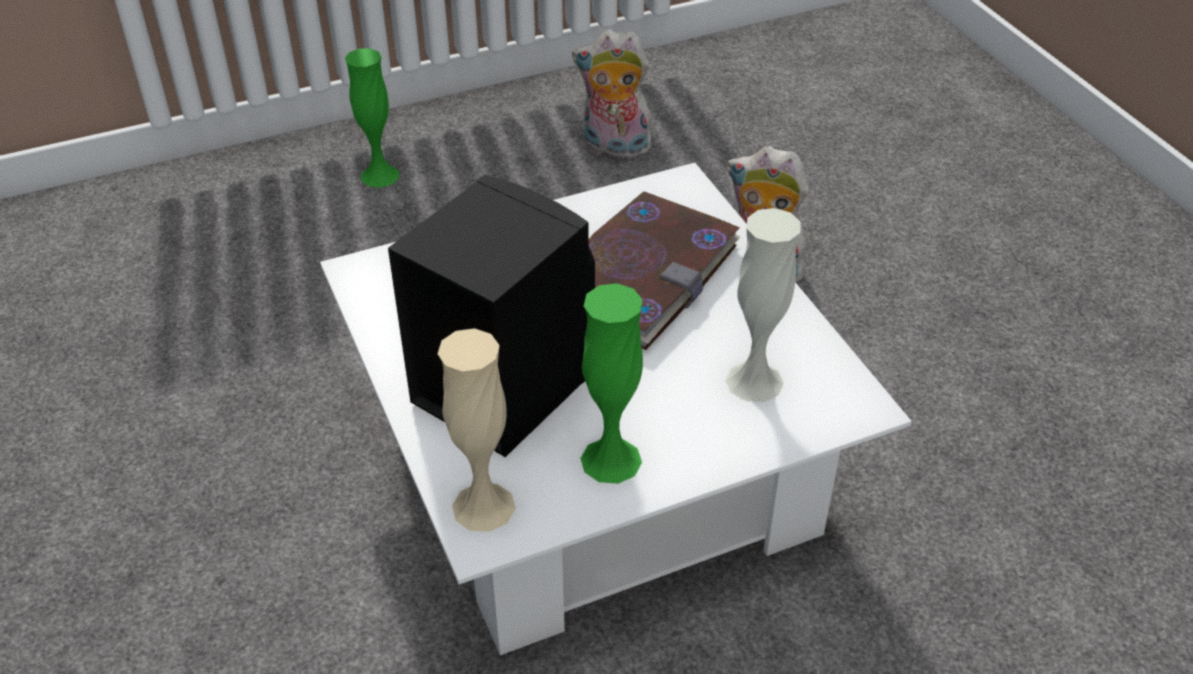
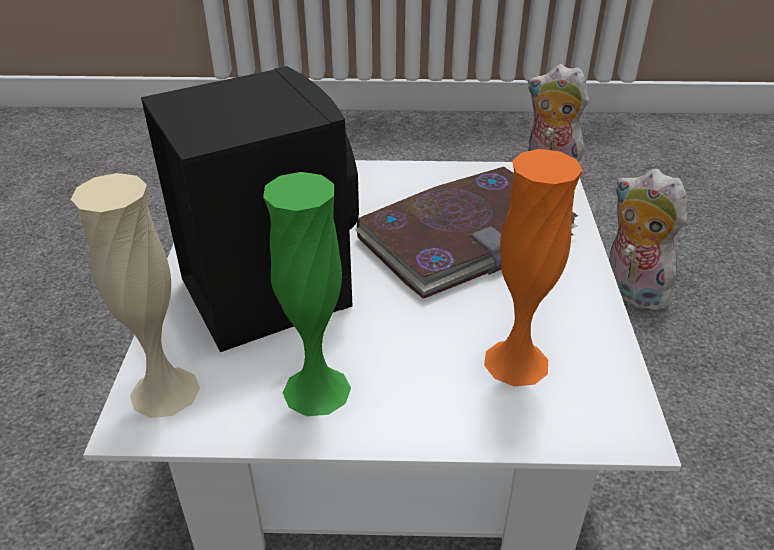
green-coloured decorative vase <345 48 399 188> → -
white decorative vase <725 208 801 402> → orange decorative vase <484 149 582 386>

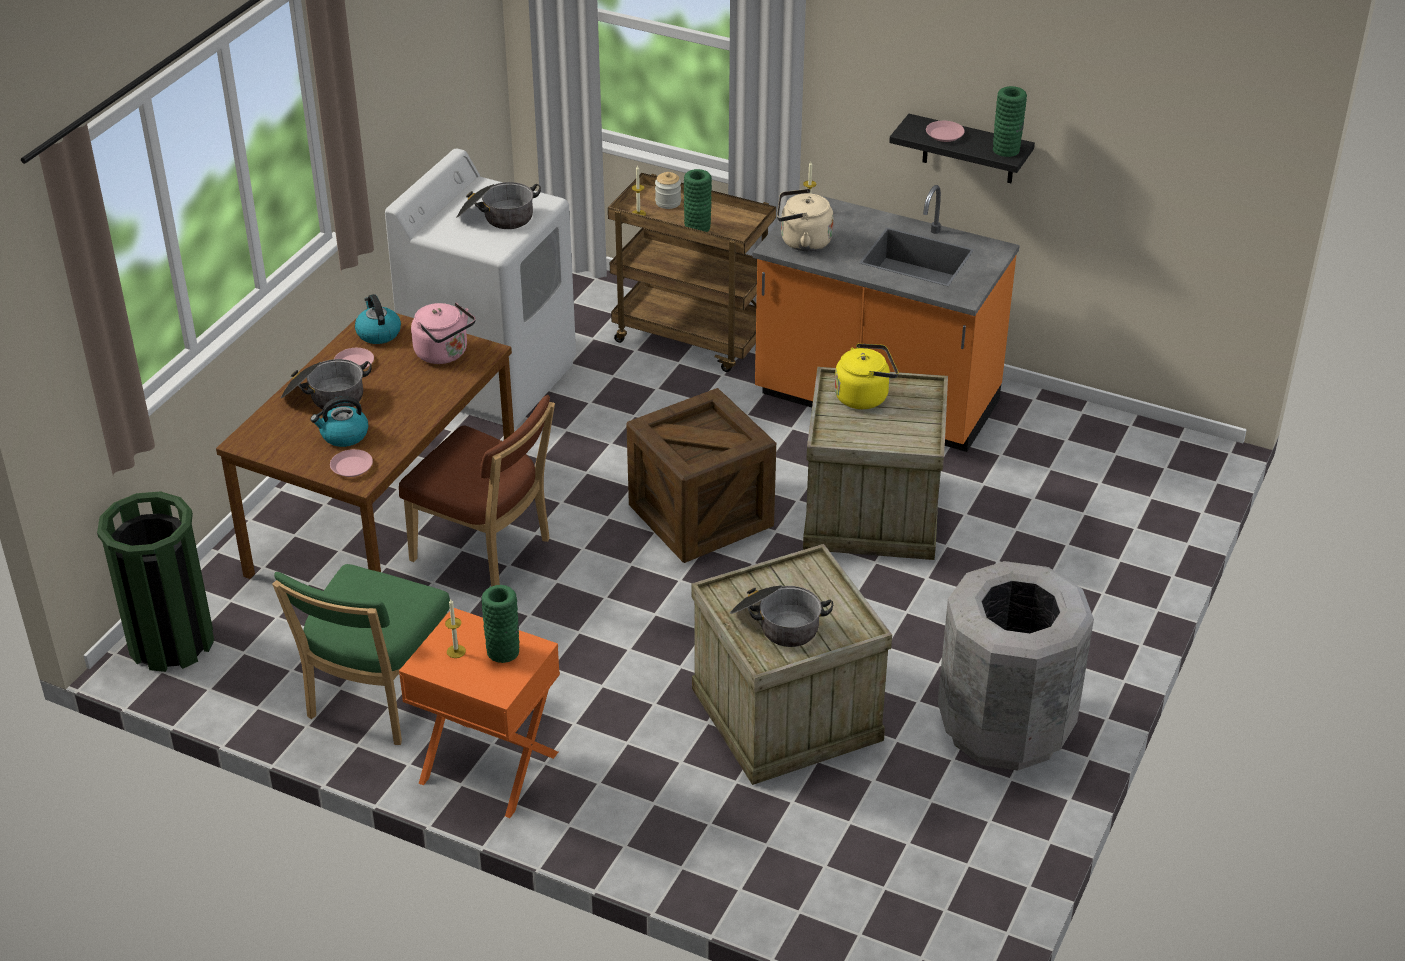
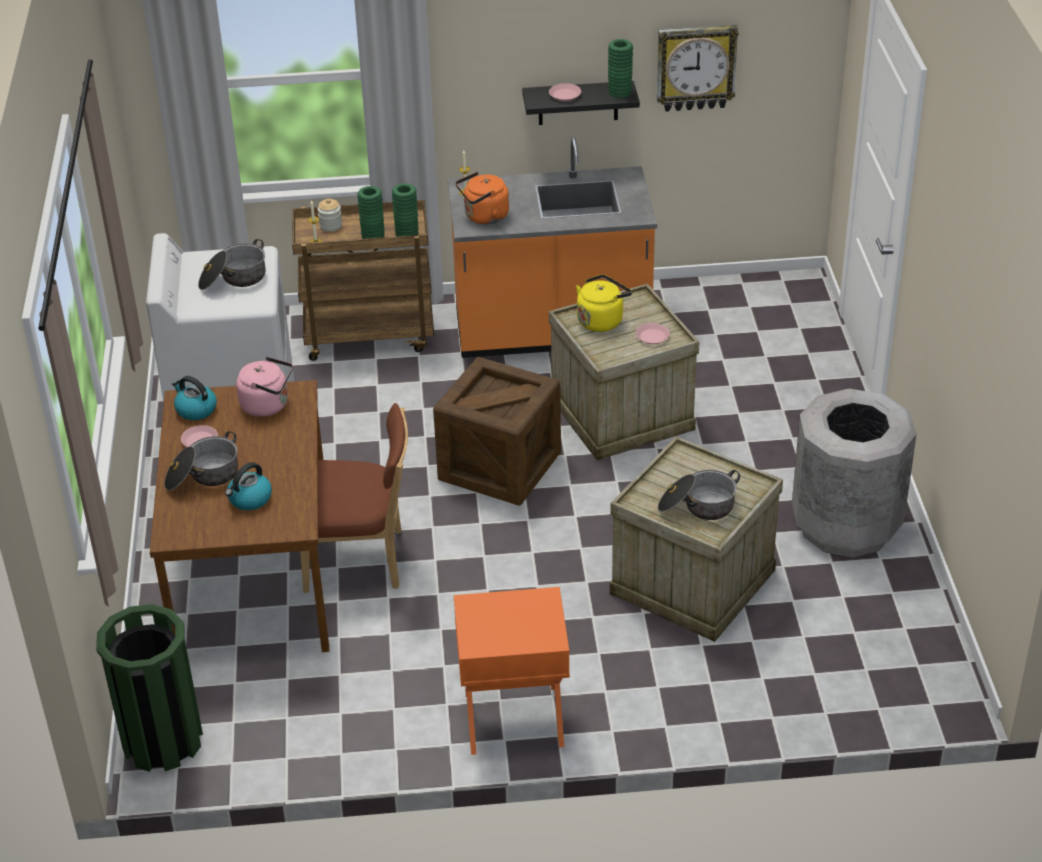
green-coloured upright chair <272 564 450 745> → -
wax light <445 599 466 658> → -
- → clock on the wall <657 25 739 112>
pinkish dinner plate <330 449 373 477> → pinkish dinner plate <636 323 670 344>, relocated
green-coloured decorative vase <481 585 520 663> → green-coloured decorative vase <392 183 418 236>, relocated
beige-coloured kettle <777 189 834 251> → orange kettle <456 172 509 224>

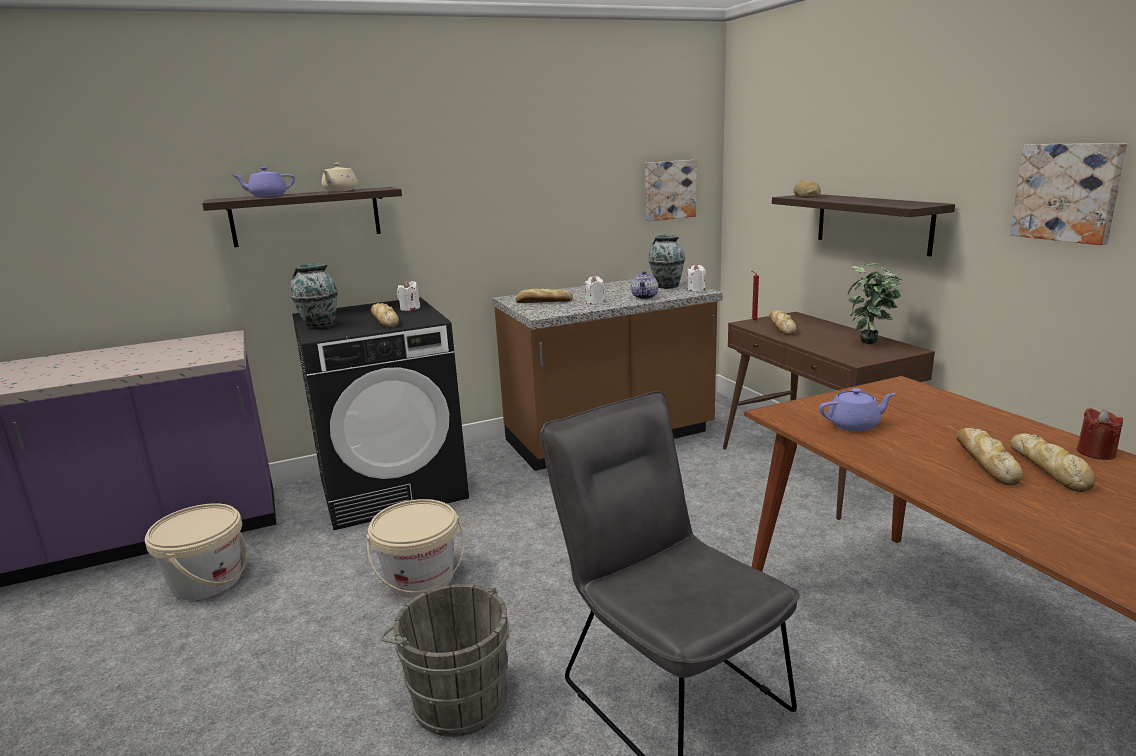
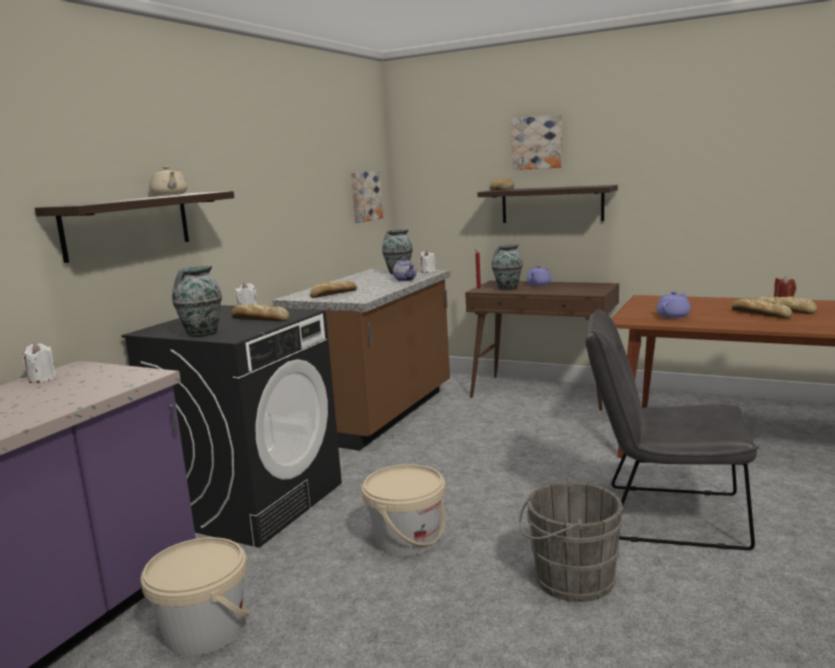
plant in a pot <848 263 902 344> → -
purplish tea pot <232 167 295 197> → purplish tea pot <526 265 552 286>, relocated
white wax light <585 276 604 304> → white wax light <22 343 57 383>, relocated
picture <1010 143 1127 245> → picture <511 114 562 170>, relocated
baked bread <769 310 797 335> → decorative vase <492 245 523 290>

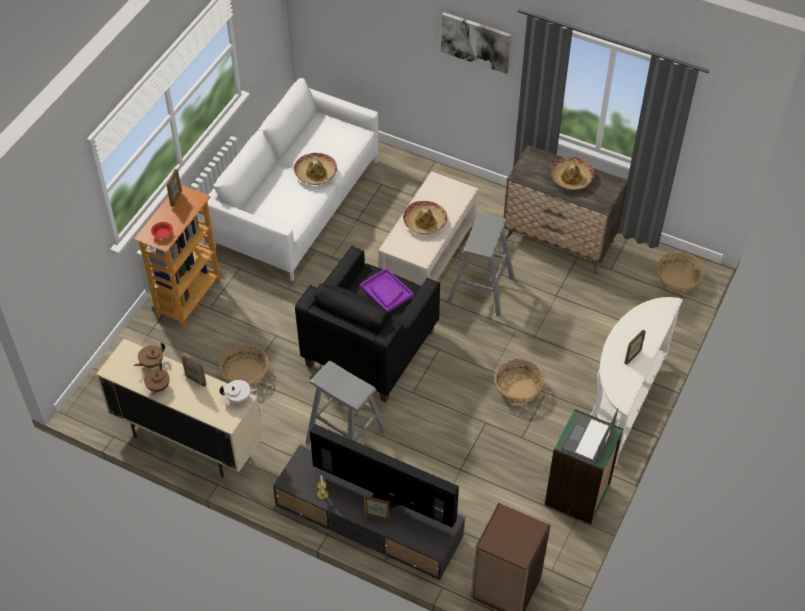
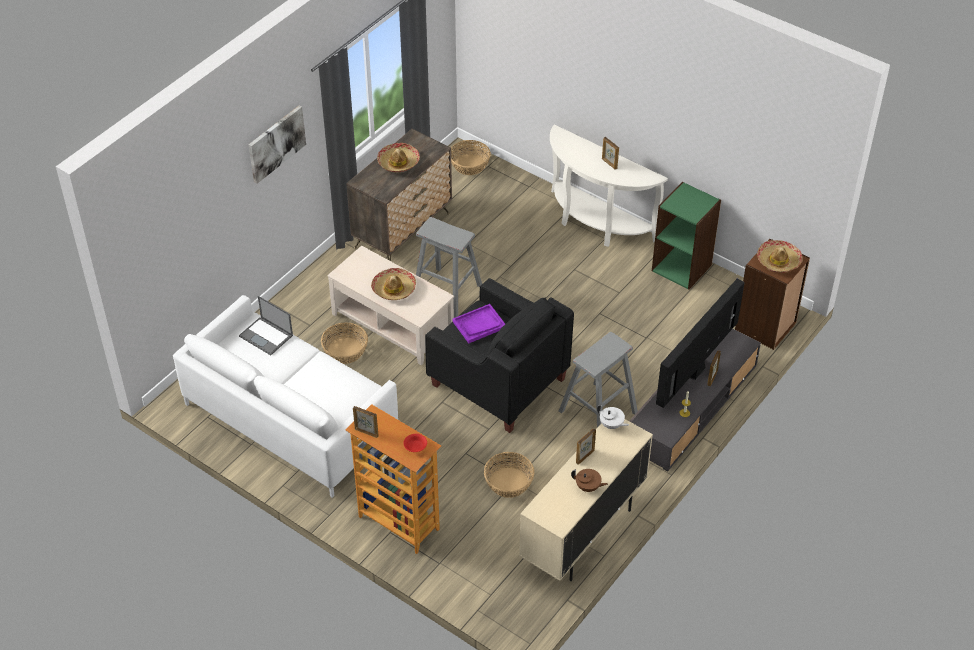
brown-coloured tea pot <134 343 165 368> → -
clothing hat <294 153 337 185> → clothing hat <757 240 803 273>, relocated
basket <495 359 544 404> → basket <321 322 368 364>, relocated
notebook computer <561 408 618 464> → notebook computer <239 296 293 355>, relocated
white tea pot <220 380 258 403> → white tea pot <597 405 629 429>, 120 degrees clockwise

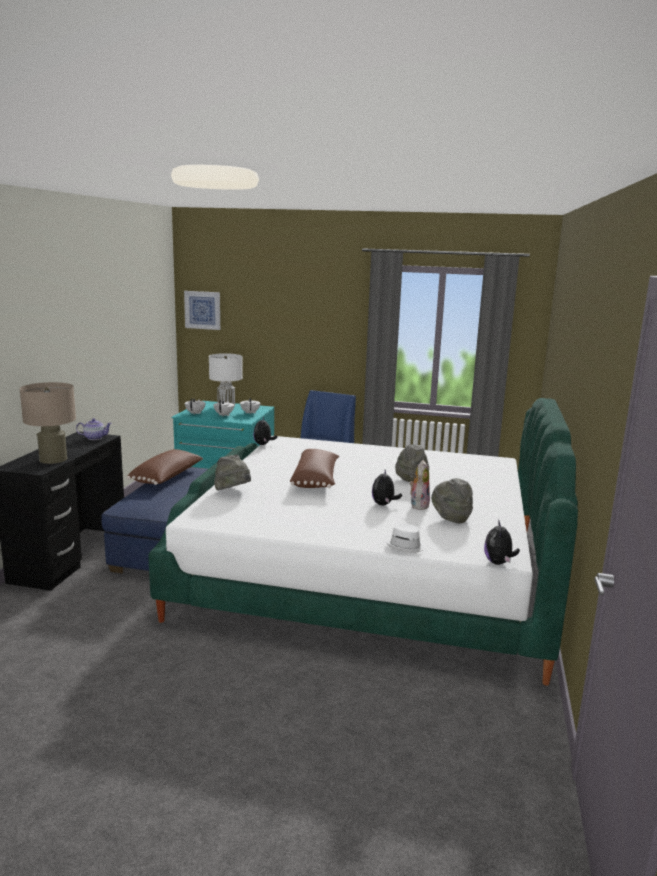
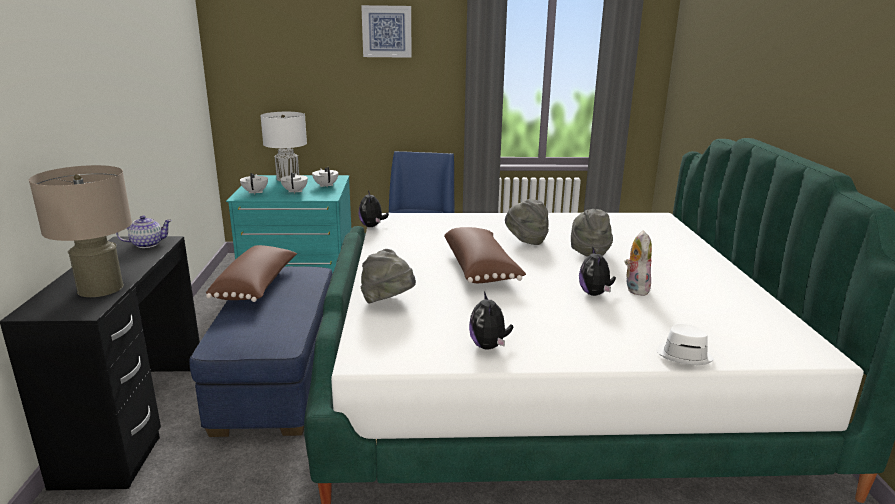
picture <184 291 220 330> → picture <361 5 412 58>, relocated
greyish clothing hat <431 478 473 523> → greyish clothing hat <505 199 549 245>, relocated
plush toy <484 519 520 565> → plush toy <469 291 513 350>, relocated

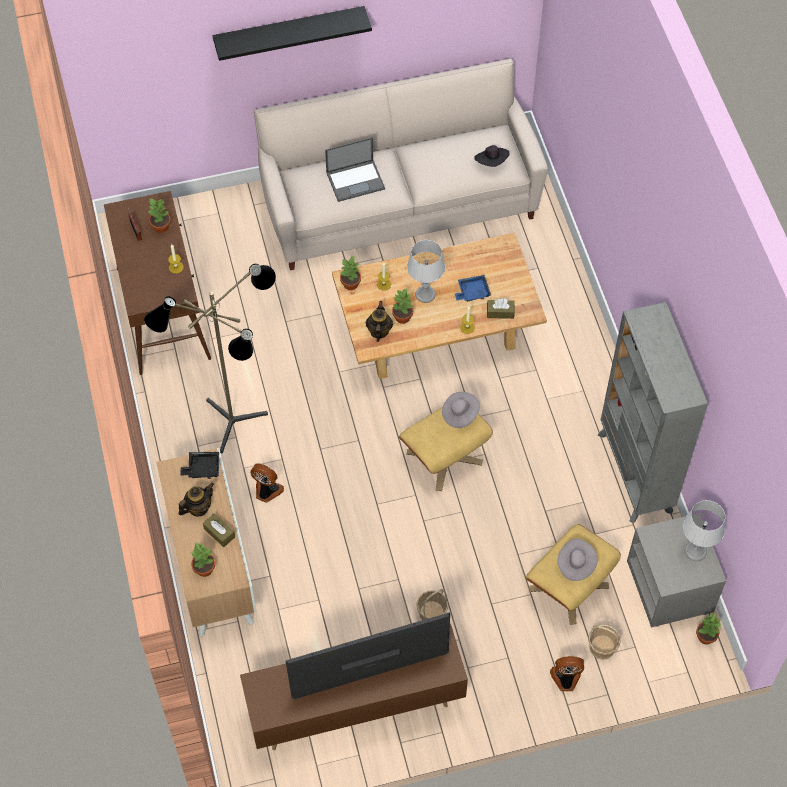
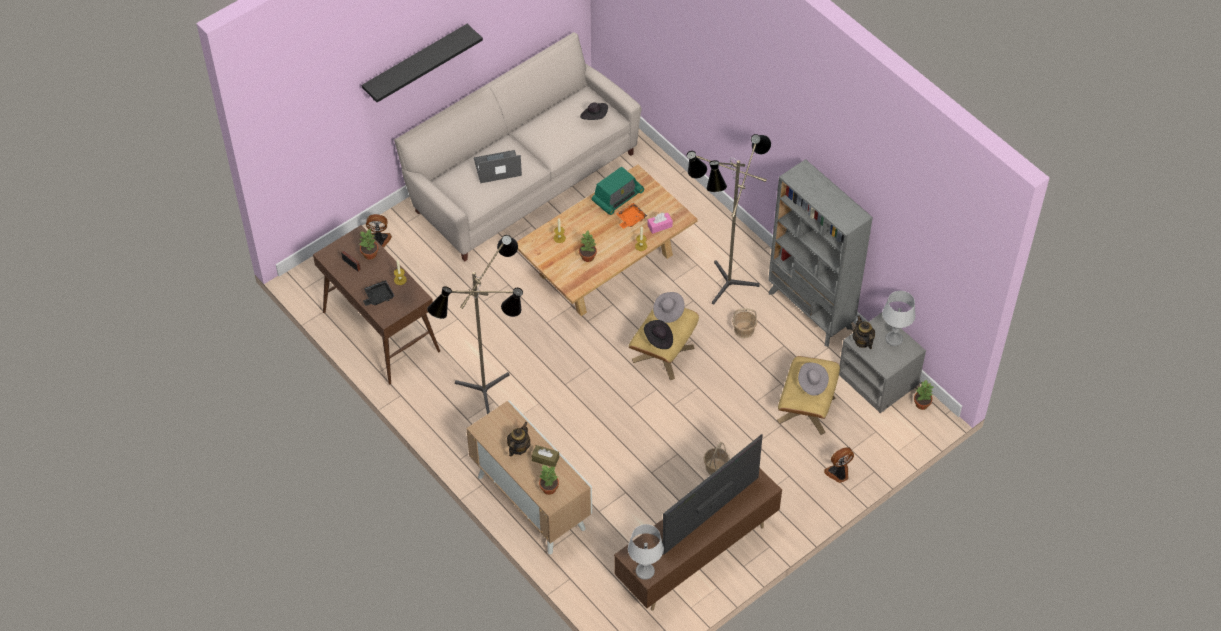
plant in a pot <340 256 361 290> → -
- → radio receiver <591 166 644 215>
- → black-coloured clothing hat <644 320 673 349>
- → standard lamp <686 134 771 305>
black-coloured carrying tray <180 452 219 479> → black-coloured carrying tray <363 280 395 306>, relocated
electric fan <250 463 284 503> → electric fan <366 214 392 248>, relocated
tea pot <365 301 393 342> → tea pot <852 315 875 349>, relocated
greyish table lamp <407 240 445 303> → greyish table lamp <628 524 664 580>, relocated
basket <588 625 621 660> → basket <732 308 758 338>, relocated
blue carrying tray <455 275 491 302> → orange carrying tray <616 203 647 229>
brown-coloured tissue box <487 298 515 319> → pinkish tissue box <647 213 673 234>
notebook computer <325 137 385 202> → notebook computer <474 150 522 183>, 150 degrees counterclockwise

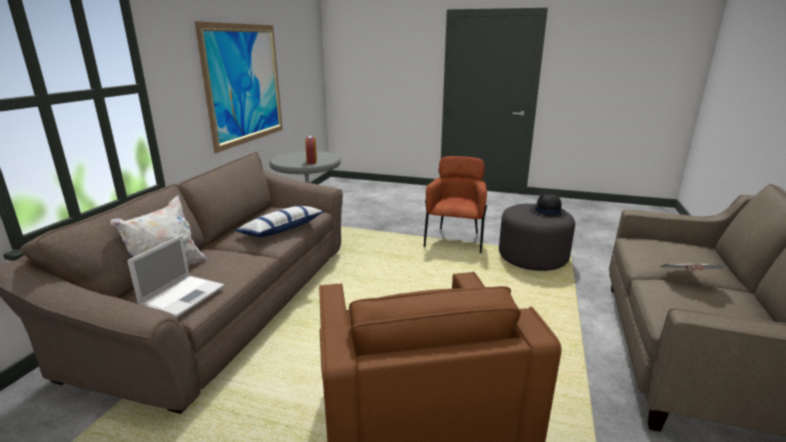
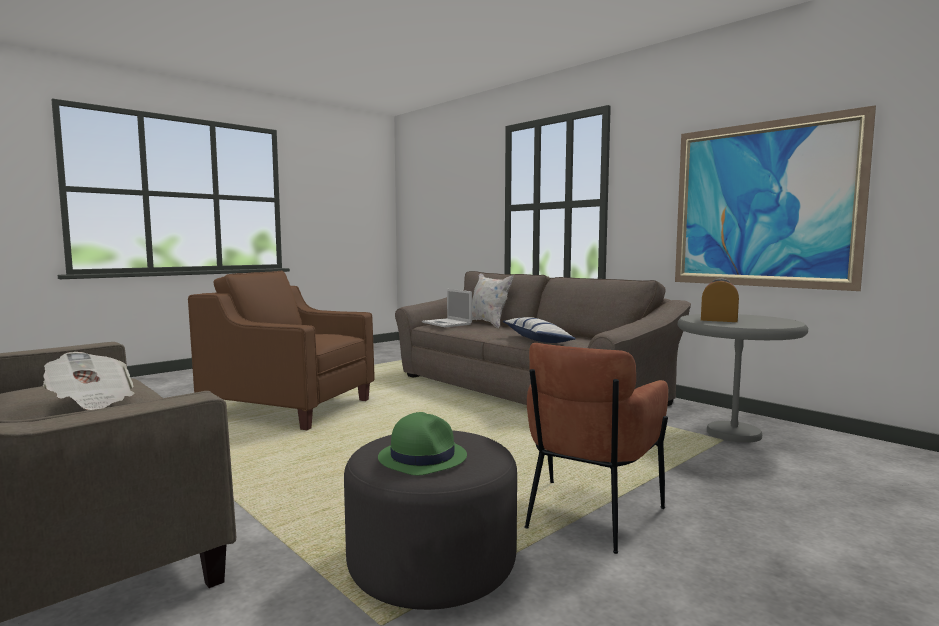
black-coloured clothing hat <530 194 566 217> → green-coloured clothing hat <378 412 467 476>
brown-coloured armchair <423 156 487 253> → brown-coloured armchair <524 343 668 554>, 75 degrees clockwise

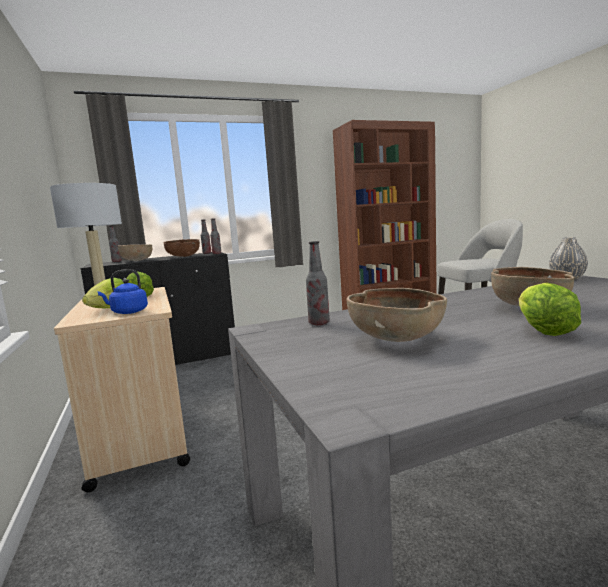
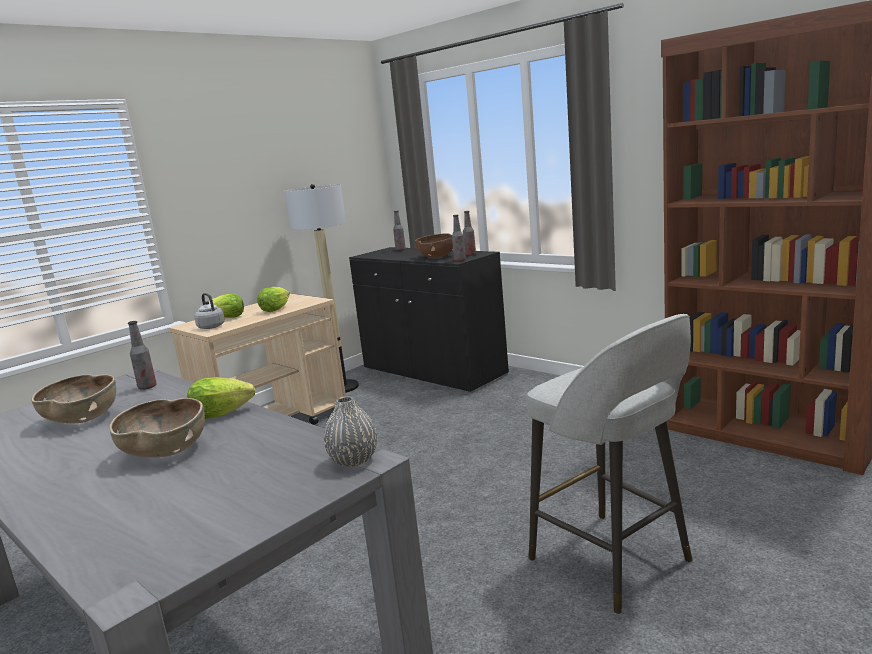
brown-coloured serving bowl <118 244 152 261> → -
lettuce head <519 282 581 336> → lettuce head <187 377 255 419>, relocated
blue kettle <98 269 148 314> → greyish kettle <194 293 225 329>

